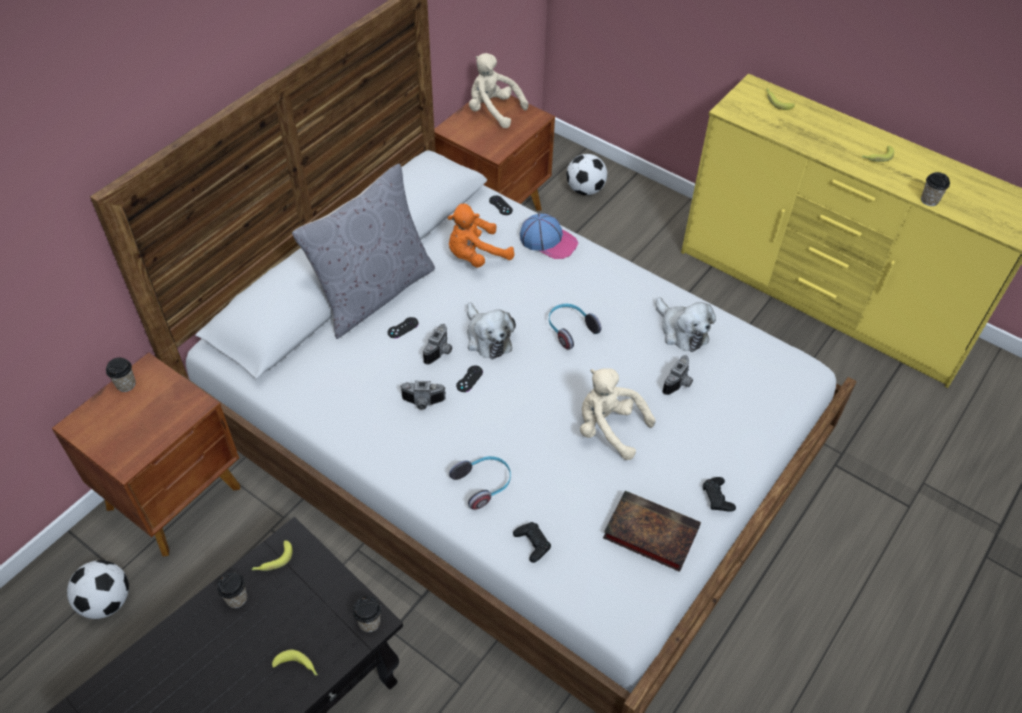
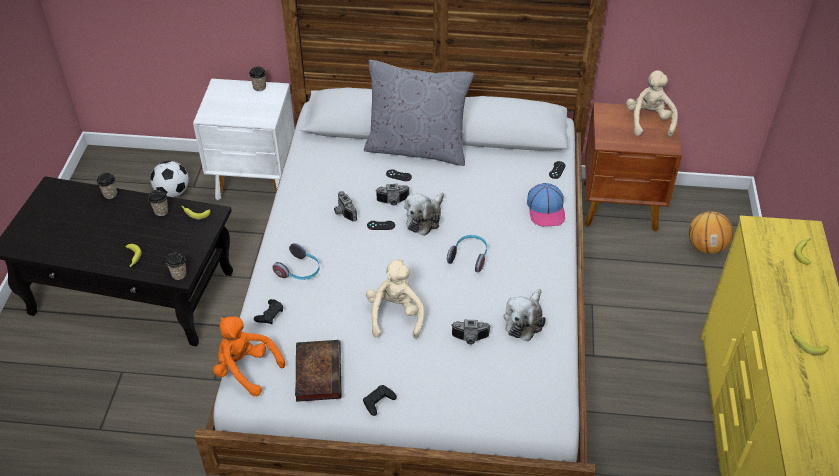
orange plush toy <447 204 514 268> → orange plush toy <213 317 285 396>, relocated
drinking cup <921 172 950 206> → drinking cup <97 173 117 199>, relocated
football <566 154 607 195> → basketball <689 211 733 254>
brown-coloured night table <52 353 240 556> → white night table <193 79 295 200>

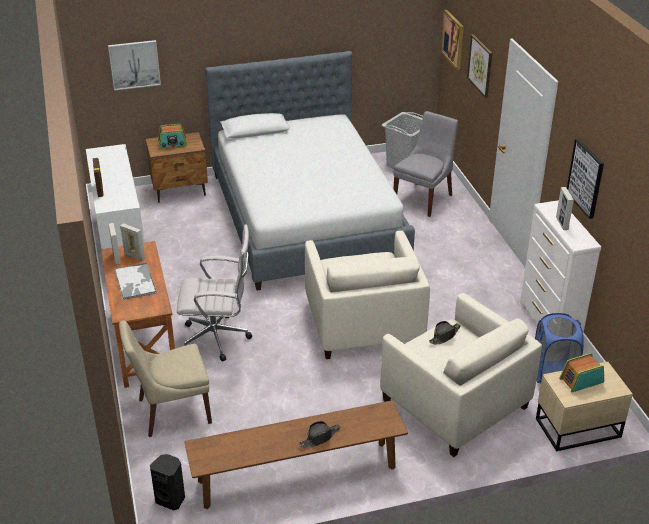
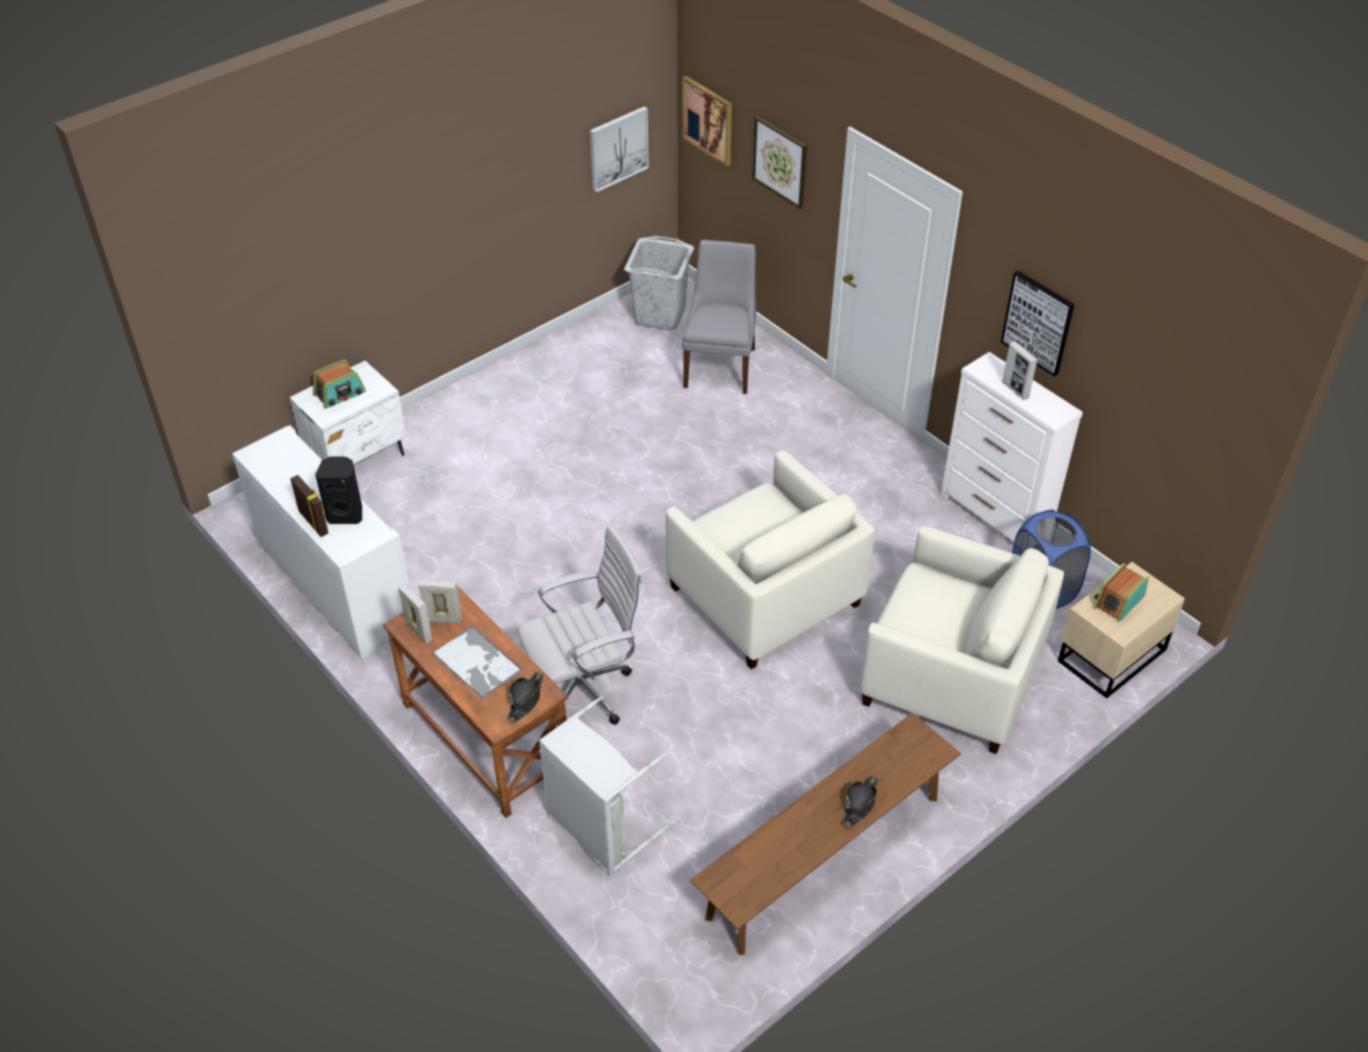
bed <205 51 415 290> → -
picture <108 40 161 91> → picture <590 106 649 192>, relocated
black-coloured loudspeaker <150 454 185 511> → black-coloured loudspeaker <315 457 362 524>, relocated
black-coloured clothing hat <429 321 461 344> → black-coloured clothing hat <507 671 543 723>, relocated
beige-coloured upright chair <119 321 212 437> → greyish hamper <539 696 668 875>
brown-coloured night table <145 132 208 203> → white night table <289 361 407 464>

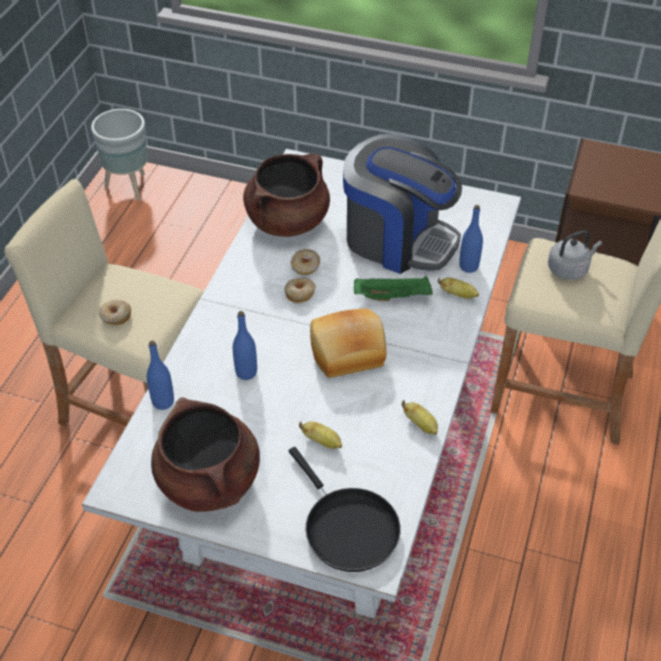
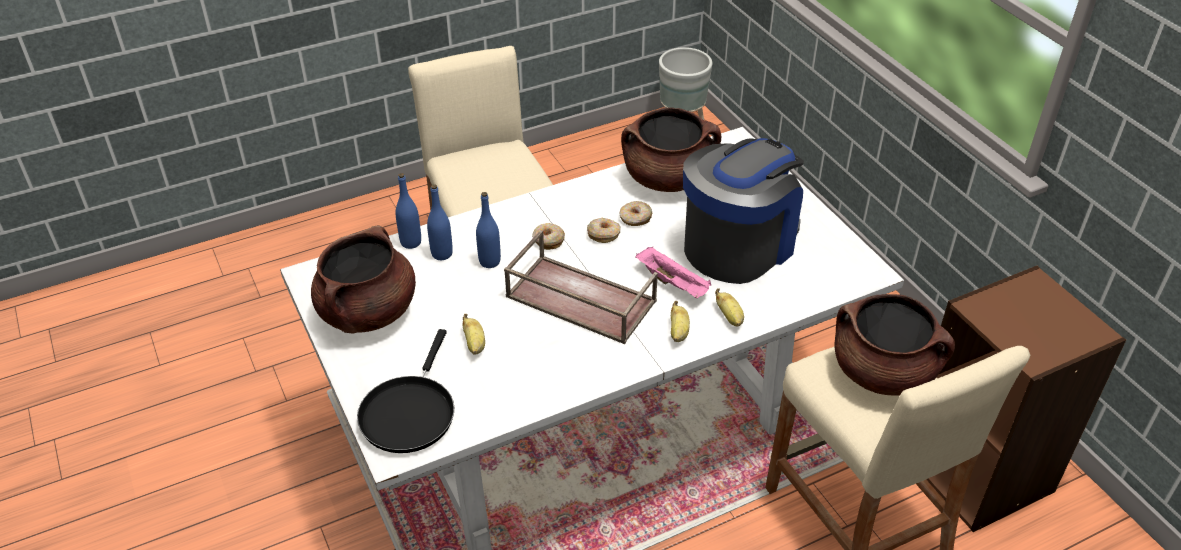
ring doughnut <99 300 131 325> → ring doughnut <532 223 565 250>, relocated
banana <401 400 438 435> → banana <671 301 690 342>, relocated
blue drink bottle <459 205 483 273> → blue drink bottle <427 184 453 260>, relocated
baked bread <310 308 386 378> → brown-coloured carrying tray <504 230 658 344>
greyish kettle <548 231 602 280> → brown-coloured cooking pot <834 294 955 395>
green-coloured carrying tray <354 276 433 301> → pinkish carrying tray <635 247 711 298>
coffee brewer <343 134 462 274> → coffee brewer <683 138 804 284>, 120 degrees counterclockwise

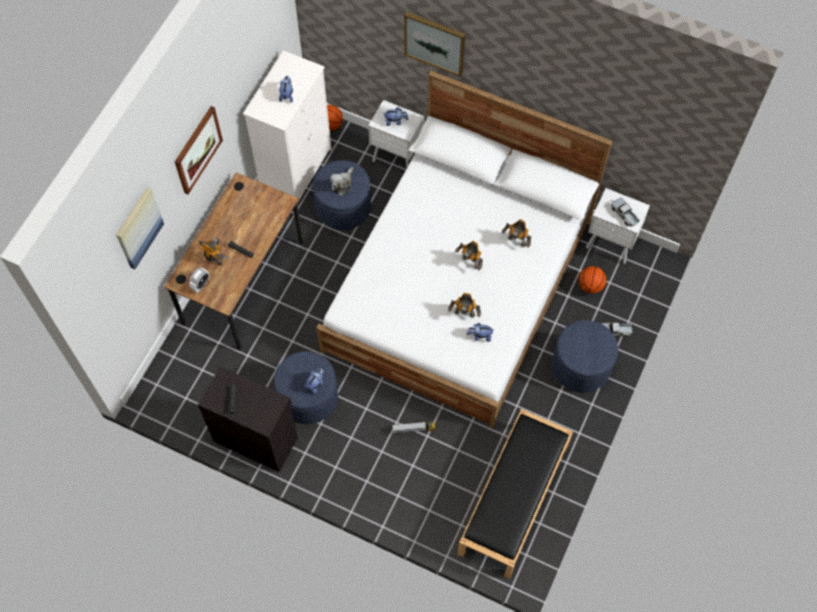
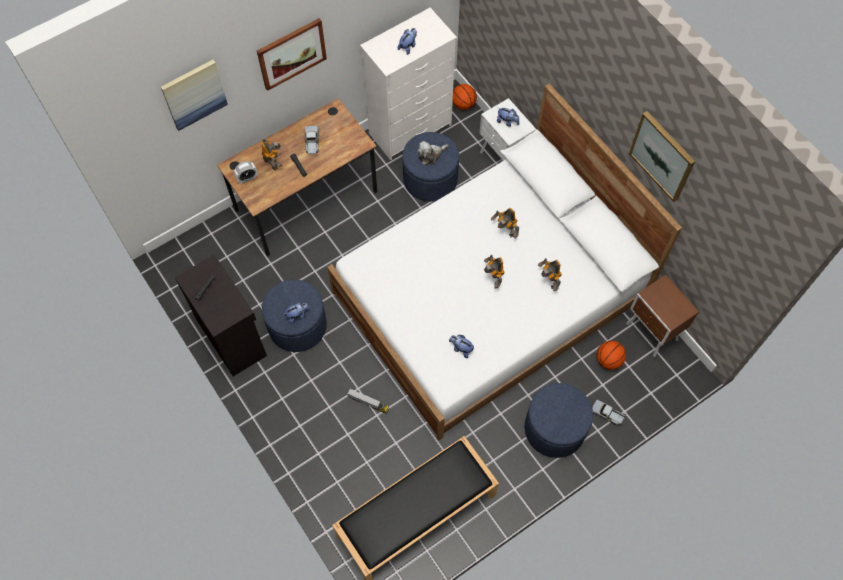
picture <404 11 465 77> → picture <629 111 695 202>, relocated
model robot <448 293 481 318> → model robot <491 208 520 238>, relocated
toy truck <611 198 639 227> → toy truck <305 126 319 154>, relocated
white night table <586 188 650 264> → brown-coloured night table <626 275 699 357>

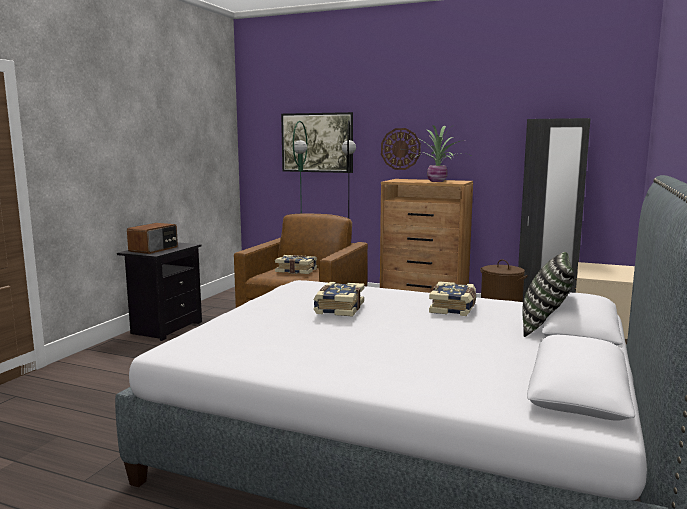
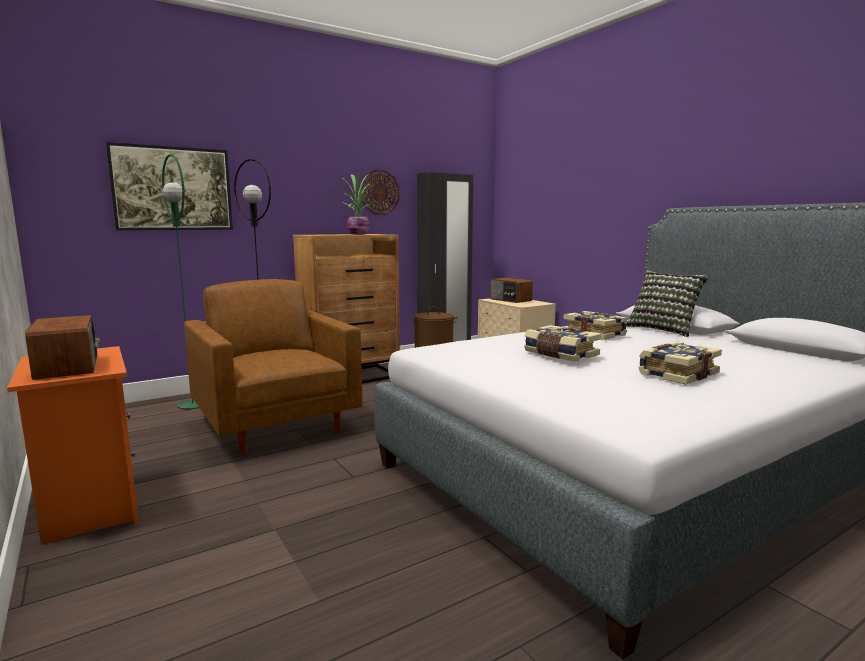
- → radio receiver <490 278 533 303>
volume <275 255 317 274> → volume <638 341 722 385>, relocated
clock on the wall <381 128 421 170> → clock on the wall <360 169 400 215>, relocated
black-coloured night table <117 242 202 341> → orange night table <7 346 139 544>

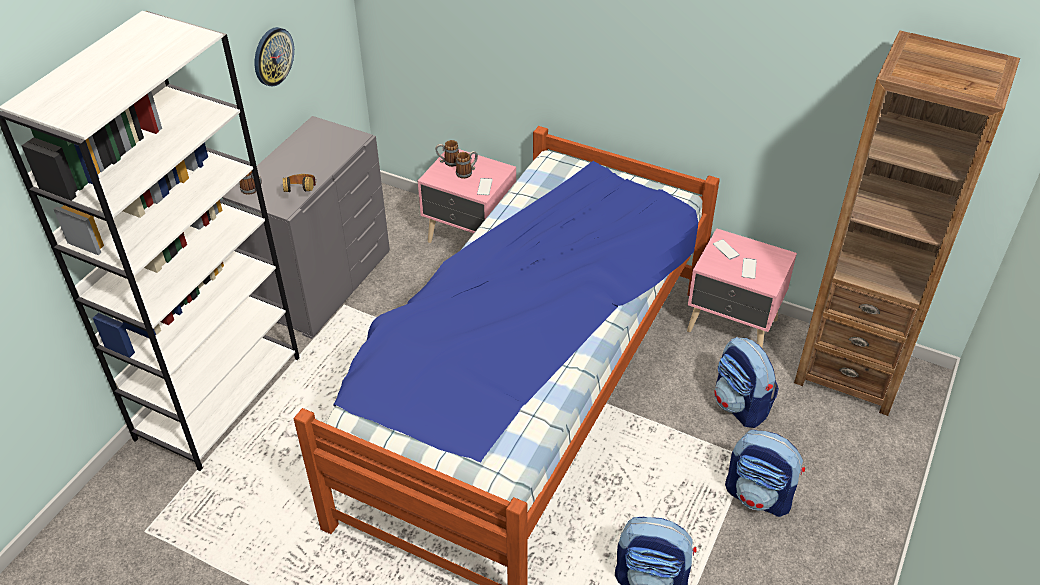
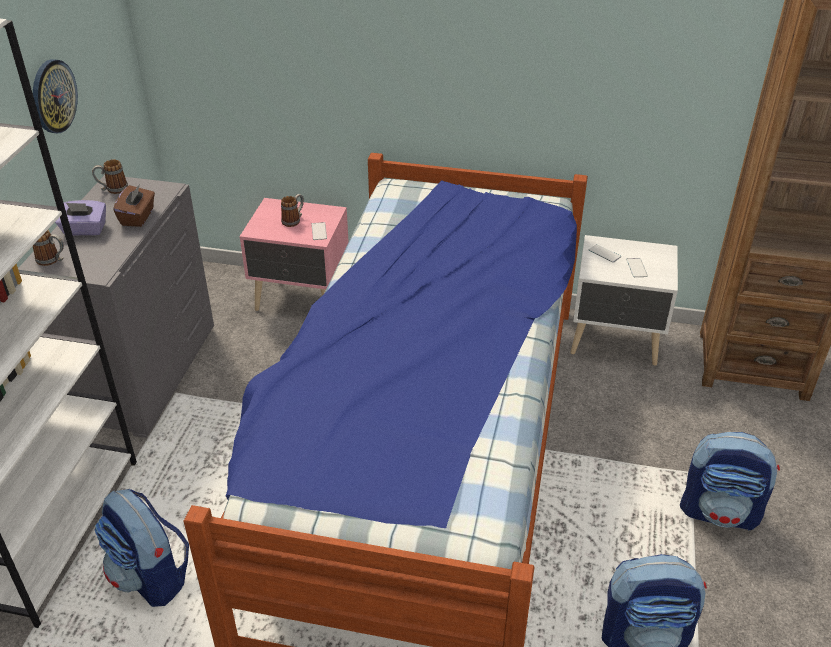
pair of headphones <282 174 316 192> → -
- → purplish tissue box <55 200 106 236>
- → brown-coloured tissue box <113 184 155 227>
mug <436 140 459 167> → mug <92 159 128 194>, relocated
rucksack <714 337 779 428> → rucksack <95 489 189 607>, relocated
pinkish night table <687 228 797 348> → white night table <570 235 678 366>

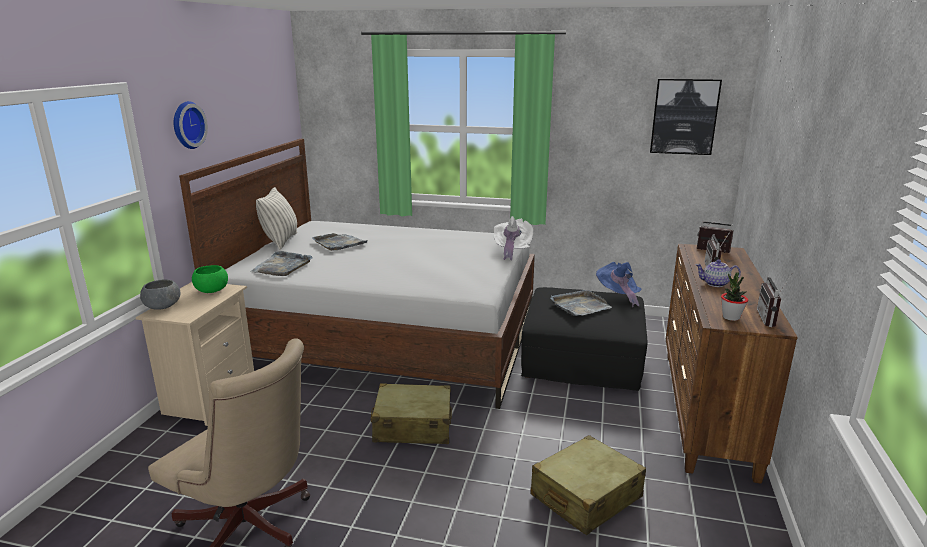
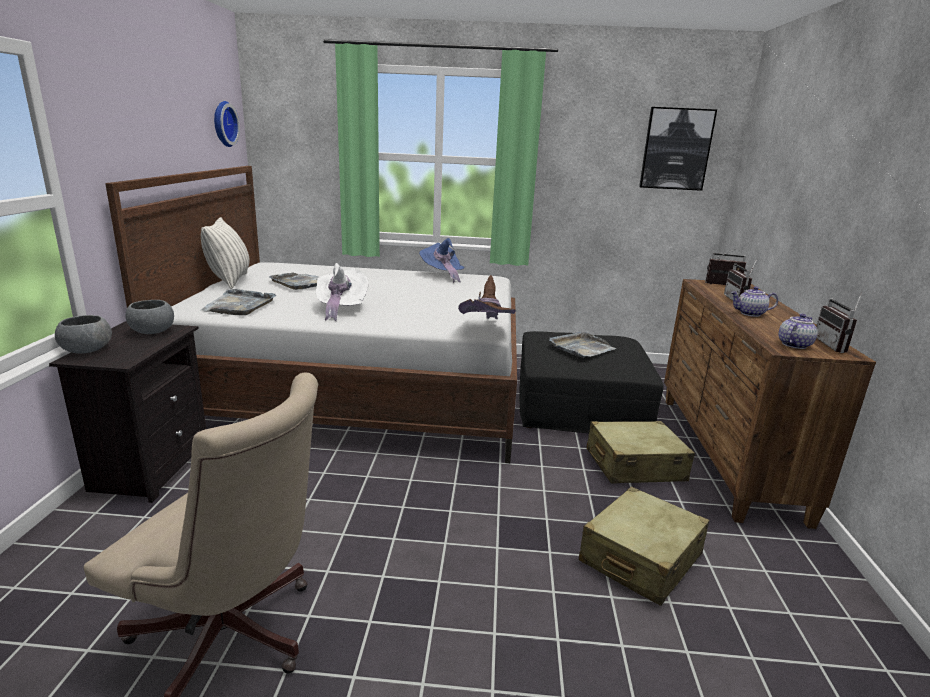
- → brown-coloured clothing hat <458 275 516 319>
clock on the wall <174 101 208 149> → clock on the wall <214 101 240 147>, relocated
beige-coloured suitcase <371 383 452 444> → beige-coloured suitcase <586 421 695 484>, relocated
white clothing hat <494 216 533 261> → white clothing hat <315 263 368 321>, relocated
blue clothing hat <596 262 641 307> → blue clothing hat <419 238 465 283>, relocated
plant in a pot <721 272 748 321> → tea pot <778 314 818 349>
beige-coloured night table <136 282 254 426> → black-coloured night table <49 321 206 503>
green-coloured serving bowl <192 265 228 293> → greyish serving bowl <126 300 174 334>

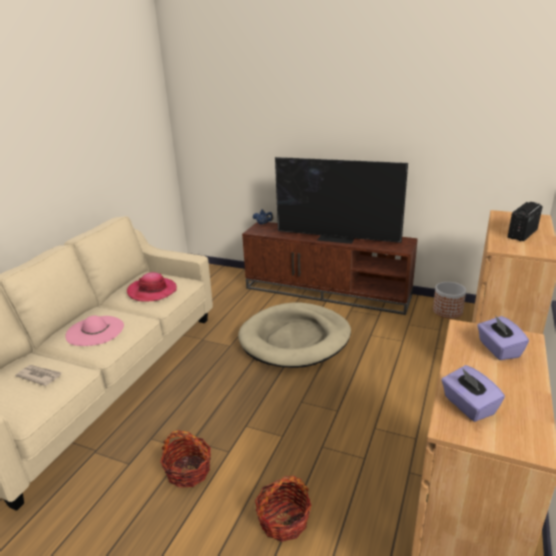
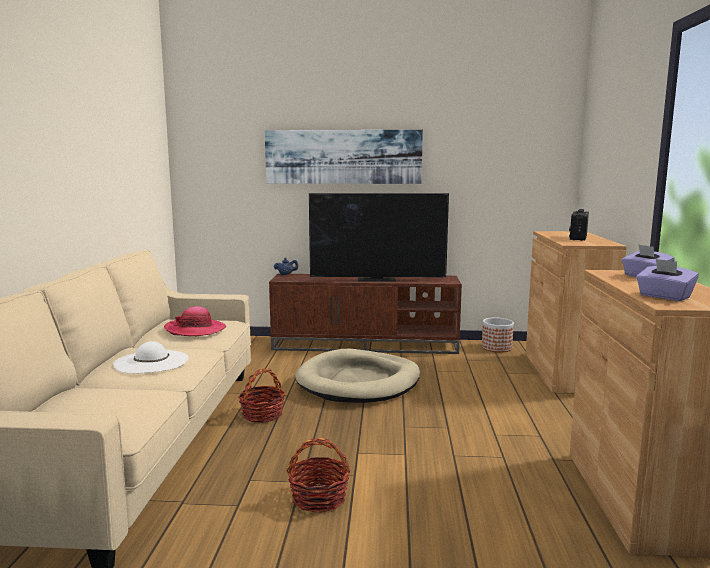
printed paper <15 365 62 386> → -
- → picture <265 130 423 184>
basket <255 476 312 542> → basket <238 369 285 423>, relocated
pinkish clothing hat <65 315 124 346> → white clothing hat <113 341 188 374>

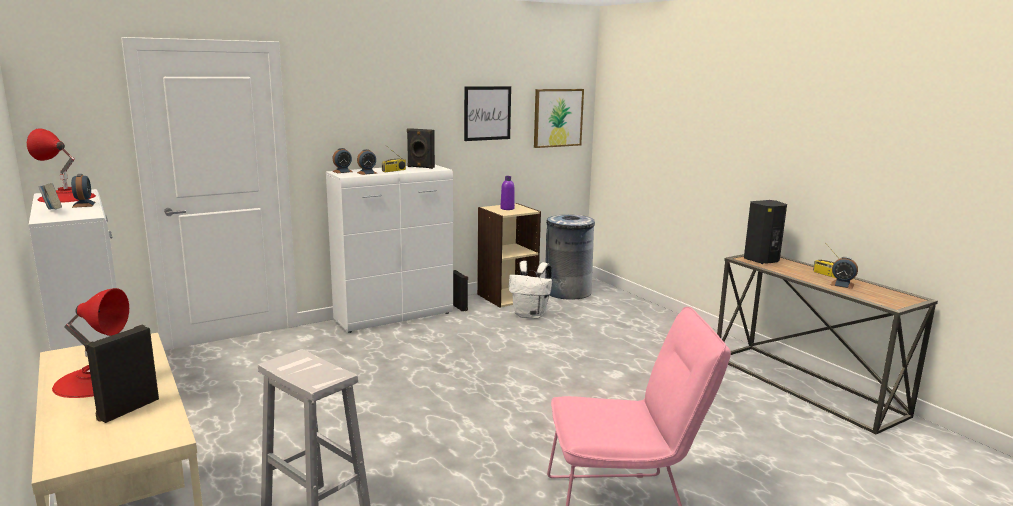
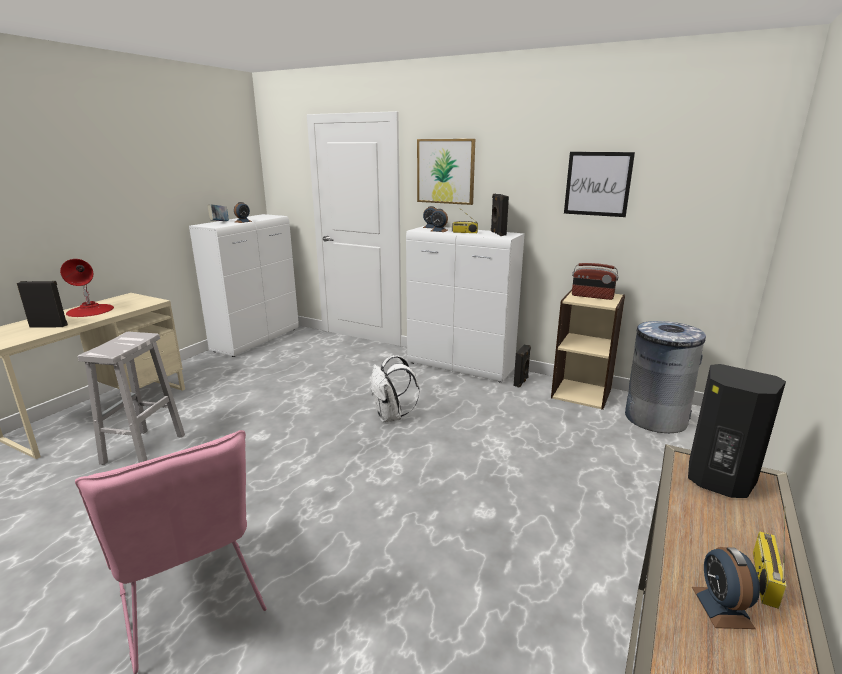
red table lamp <27 128 96 203> → -
white rucksack <509 261 552 319> → white rucksack <371 355 420 423>, relocated
picture <534 89 584 148> → picture <417 139 475 205>, relocated
purplish drink bottle <500 176 515 210> → radio receiver <572 263 619 300>

